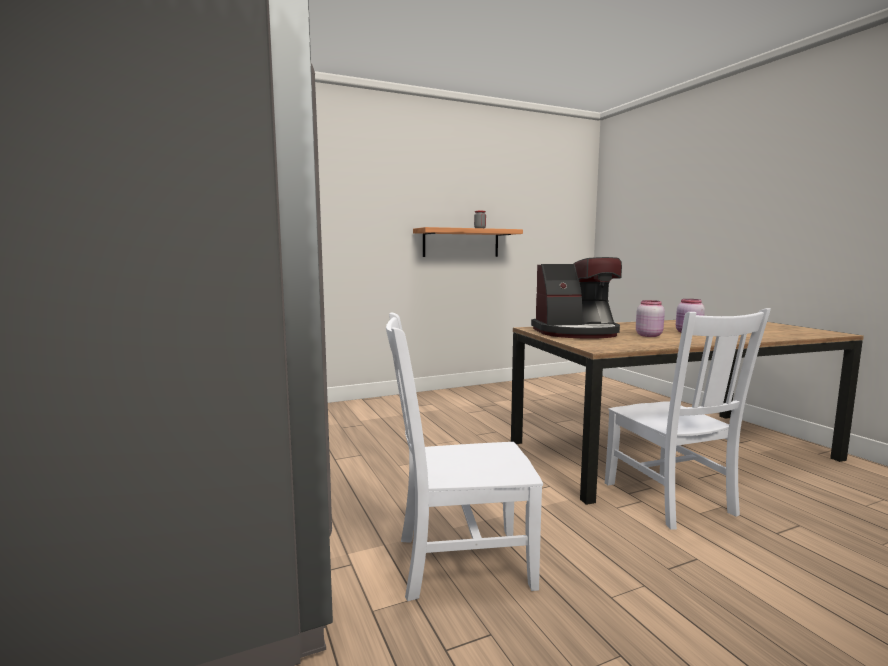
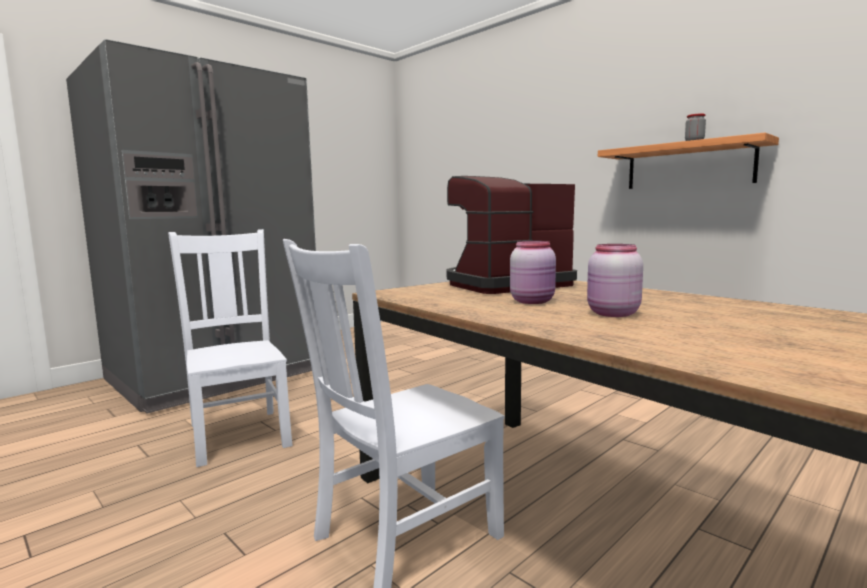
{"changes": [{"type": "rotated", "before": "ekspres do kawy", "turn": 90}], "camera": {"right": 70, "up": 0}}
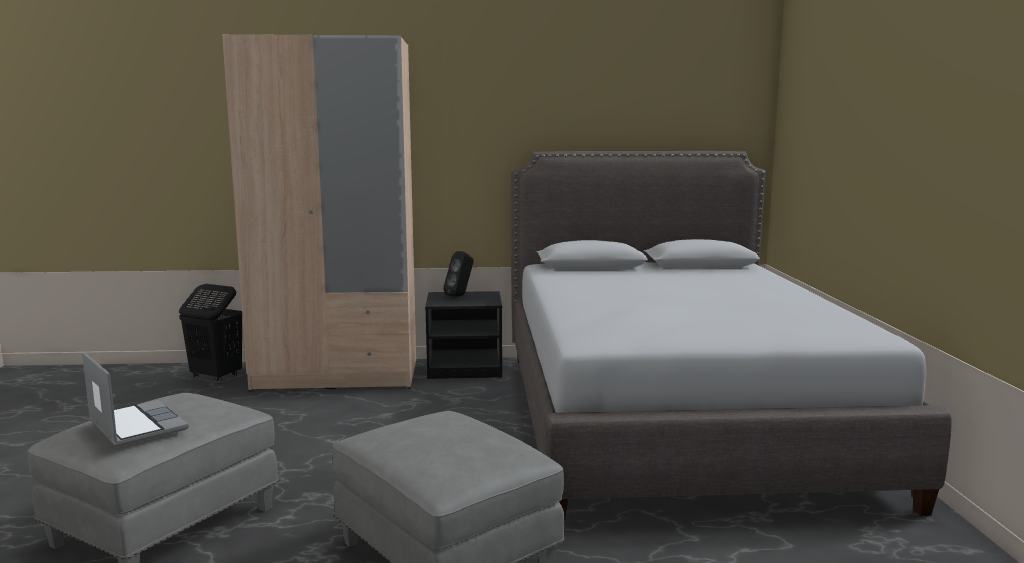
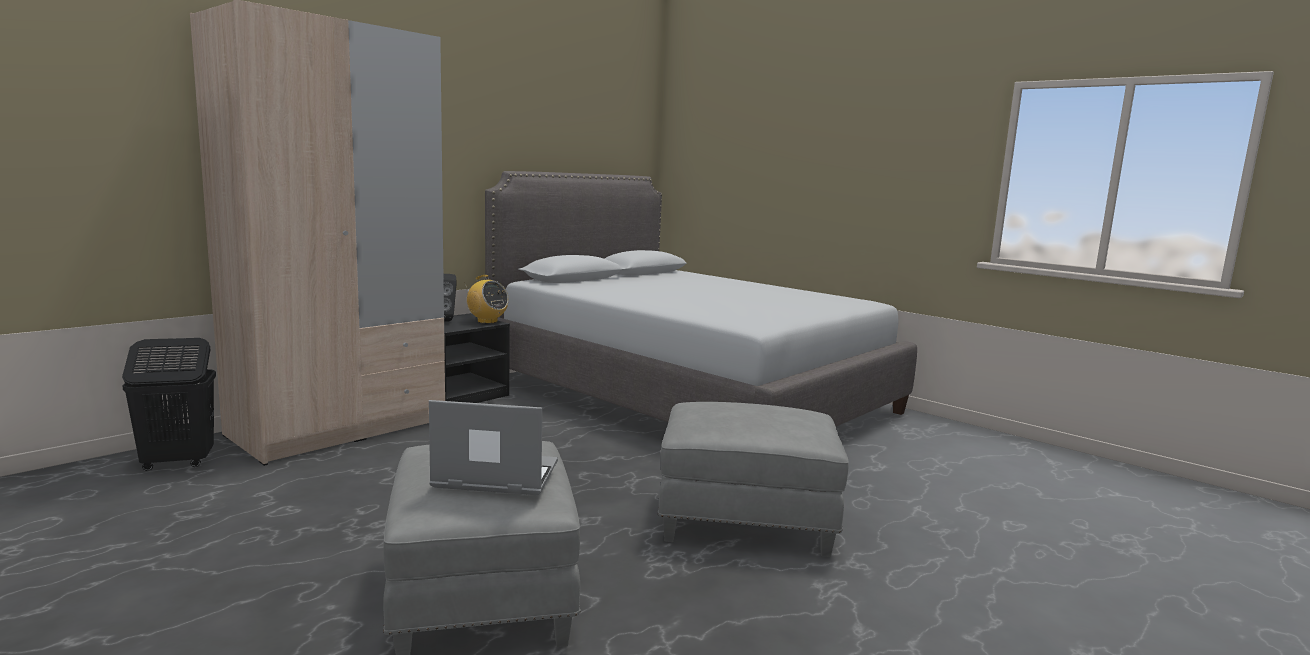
{"changes": [{"type": "new", "after": "radio"}], "camera": {"right": -45, "up": 0}}
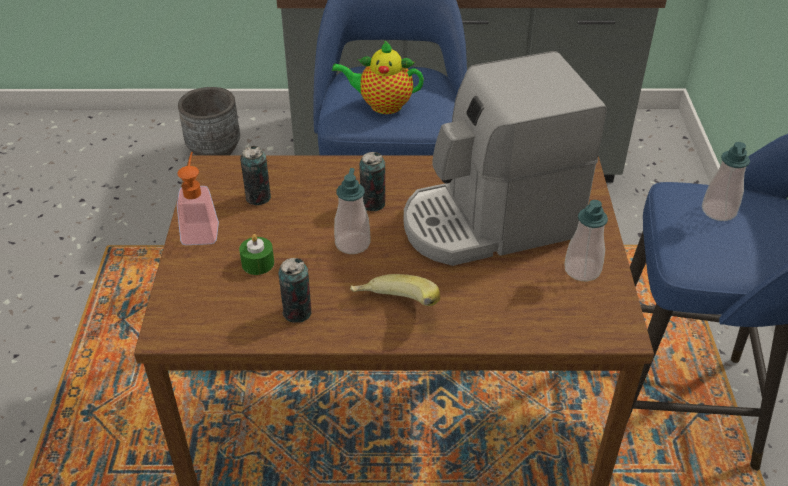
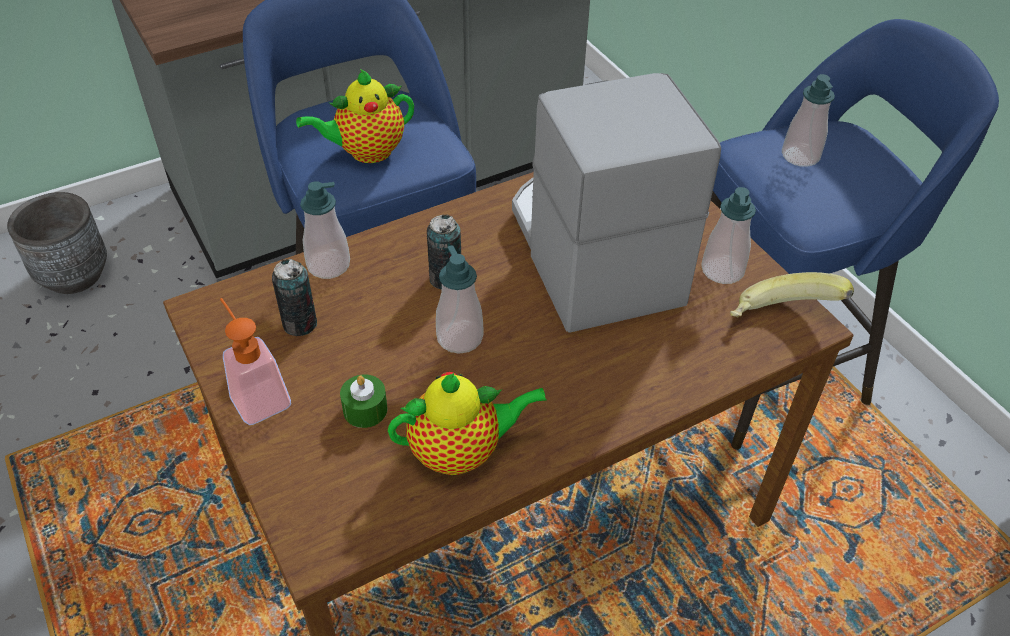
{"changes": [{"type": "swapped", "before": "puszka (no. 2 from left)", "after": "imbryk (no. 2 from left)"}, {"type": "shifted", "before": "banan"}, {"type": "rotated", "before": "ekspres do kawy", "turn": 120}, {"type": "new", "after": "dozownik mydła (no. 2 from left)"}], "camera": {"right": -30, "up": 5}}
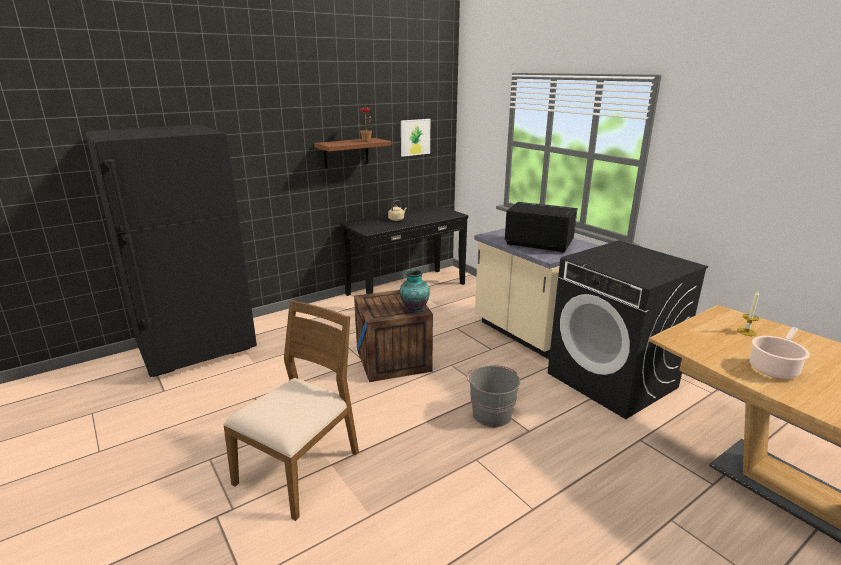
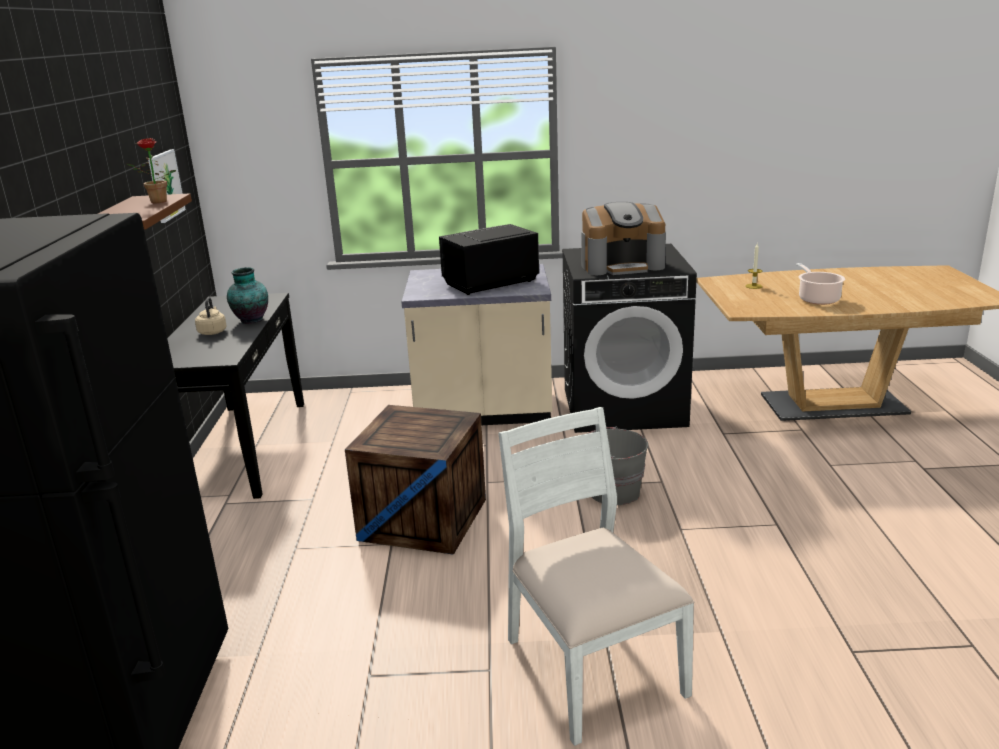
{"changes": [{"type": "repainted", "before": "krzesło/brązowy", "after": "krzesło/biały"}, {"type": "shifted", "before": "wazon"}, {"type": "new", "after": "ekspres do kawy"}], "camera": {"right": -55, "up": 0}}
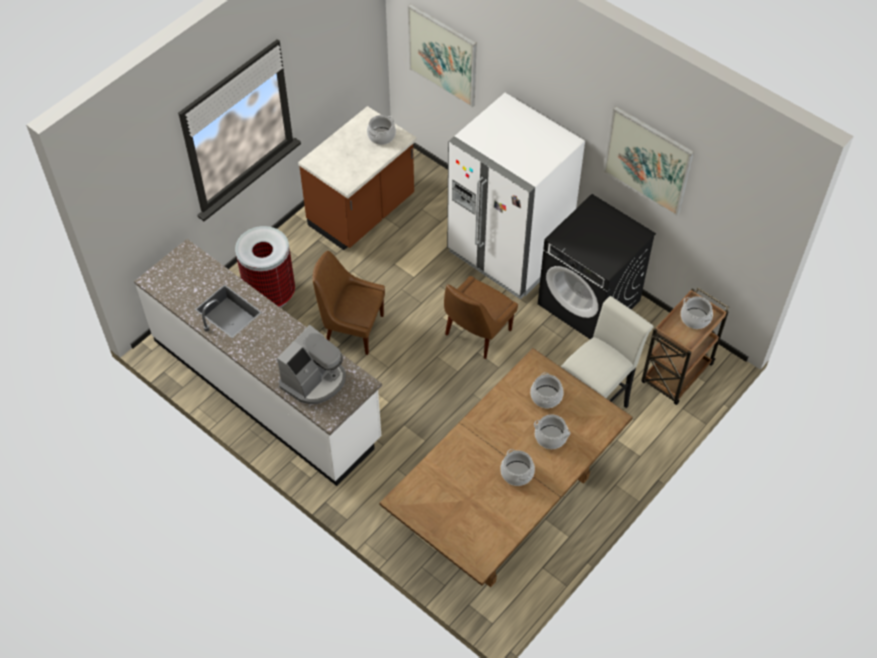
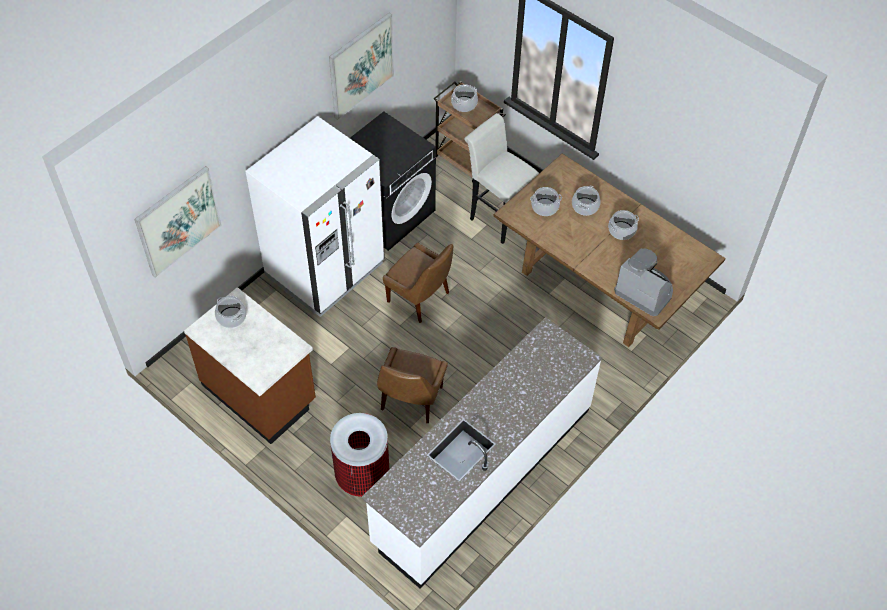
{"changes": [{"type": "shifted", "before": "ekspres do kawy"}], "camera": {"right": -90, "up": 0}}
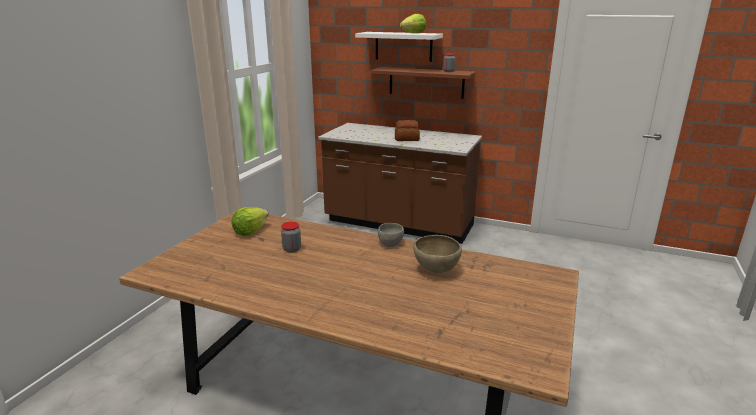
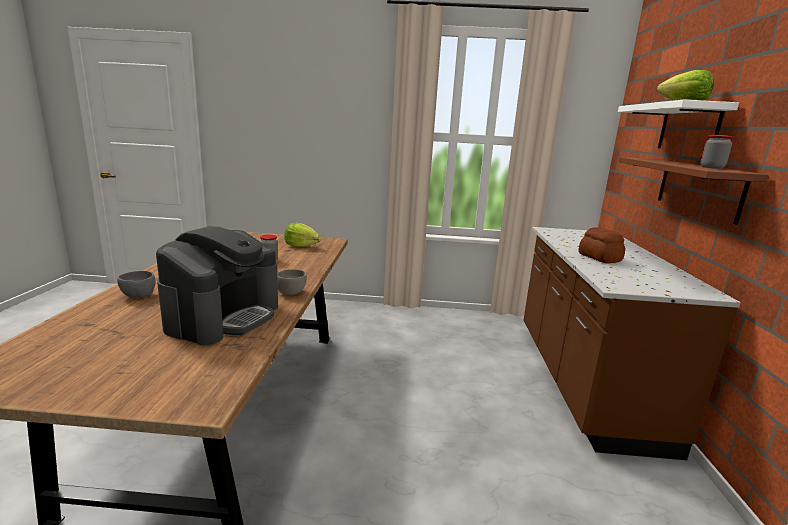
{"changes": [{"type": "swapped", "before": "miska/brązowy", "after": "ekspres do kawy"}, {"type": "new", "after": "miska/szary (no. 1 from left)"}], "camera": {"right": 70, "up": -5}}
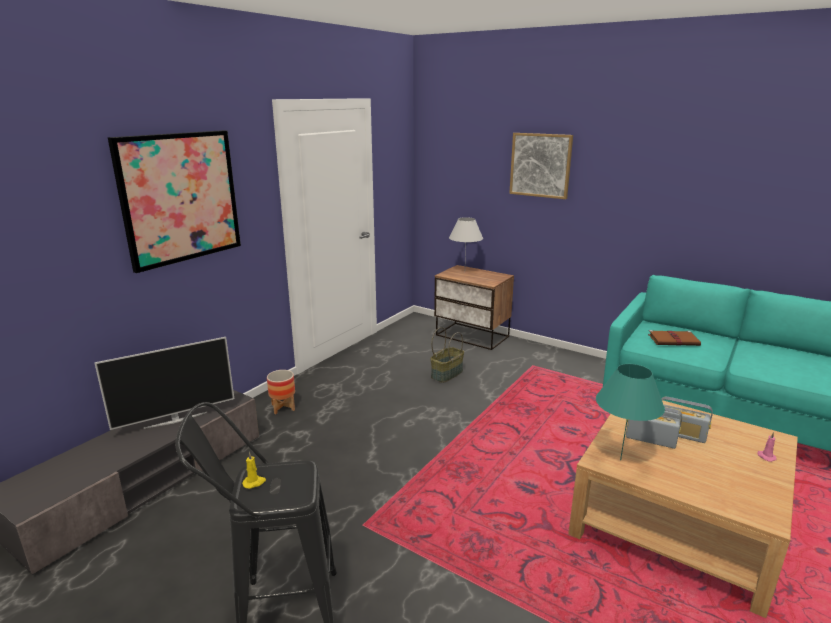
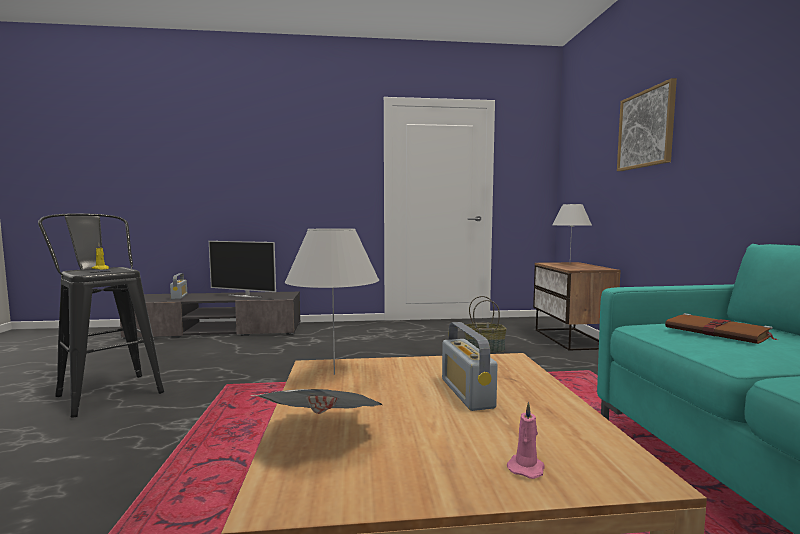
{"changes": [{"type": "gone", "before": "obraz (no. 1 from left)"}, {"type": "gone", "before": "donica"}, {"type": "repainted", "before": "lampa stołowa/turkusowy", "after": "lampa stołowa/biały (no. 1 from left)"}, {"type": "shifted", "before": "radio (no. 1 from left)"}, {"type": "new", "after": "gazeta"}], "camera": {"right": 50, "up": -15}}
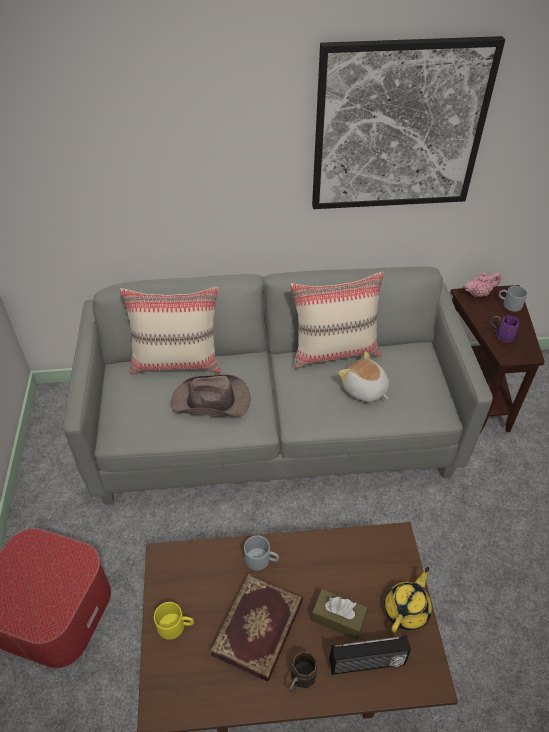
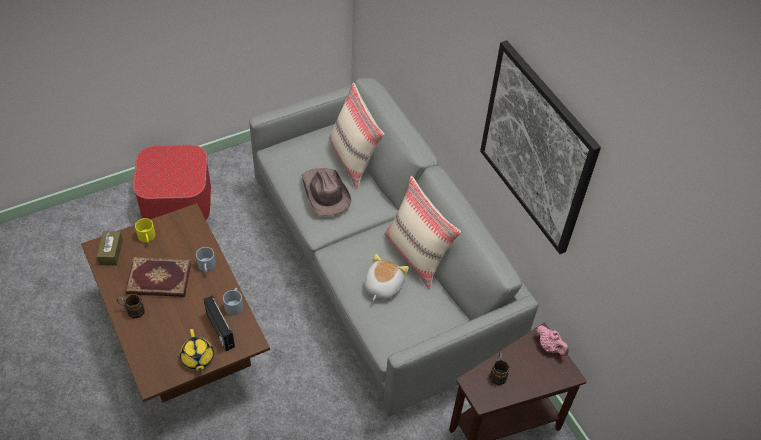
{"changes": [{"type": "shifted", "before": "pudełko chusteczek/brązowy"}, {"type": "shifted", "before": "radio"}, {"type": "rotated", "before": "imbryk/żółty", "turn": 60}, {"type": "repainted", "before": "kubek/fioletowy", "after": "kubek/brązowy (no. 2 from left)"}, {"type": "shifted", "before": "kubek/szary (no. 2 from left)"}], "camera": {"right": 65, "up": 5}}
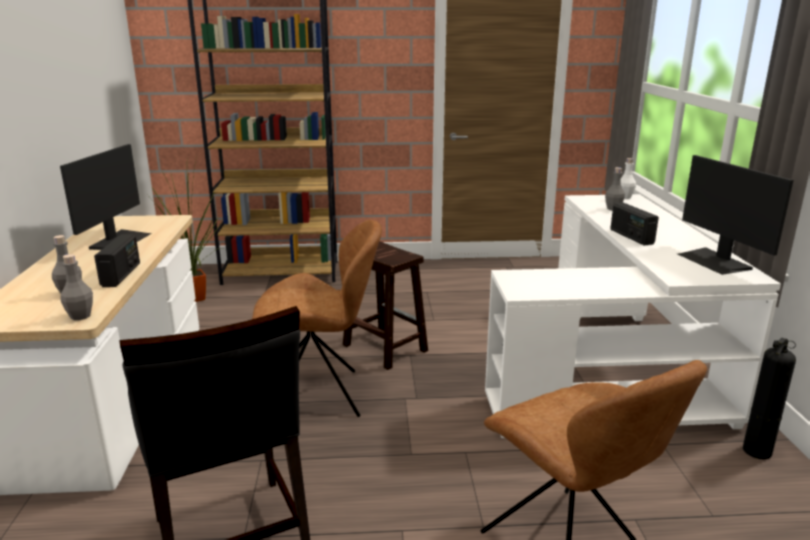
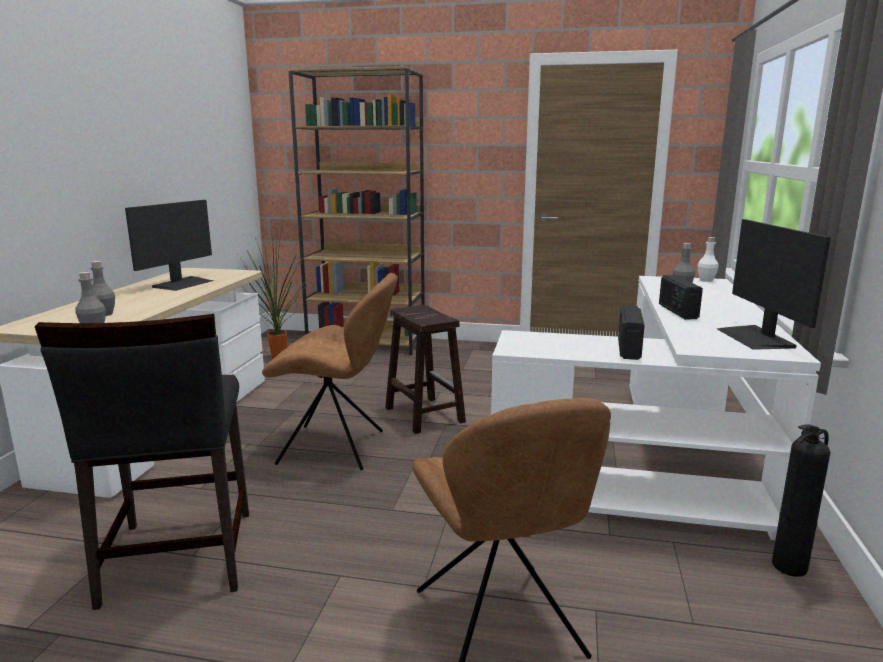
{"changes": [{"type": "shifted", "before": "radio (no. 1 from left)"}], "camera": {"right": 15, "up": -5}}
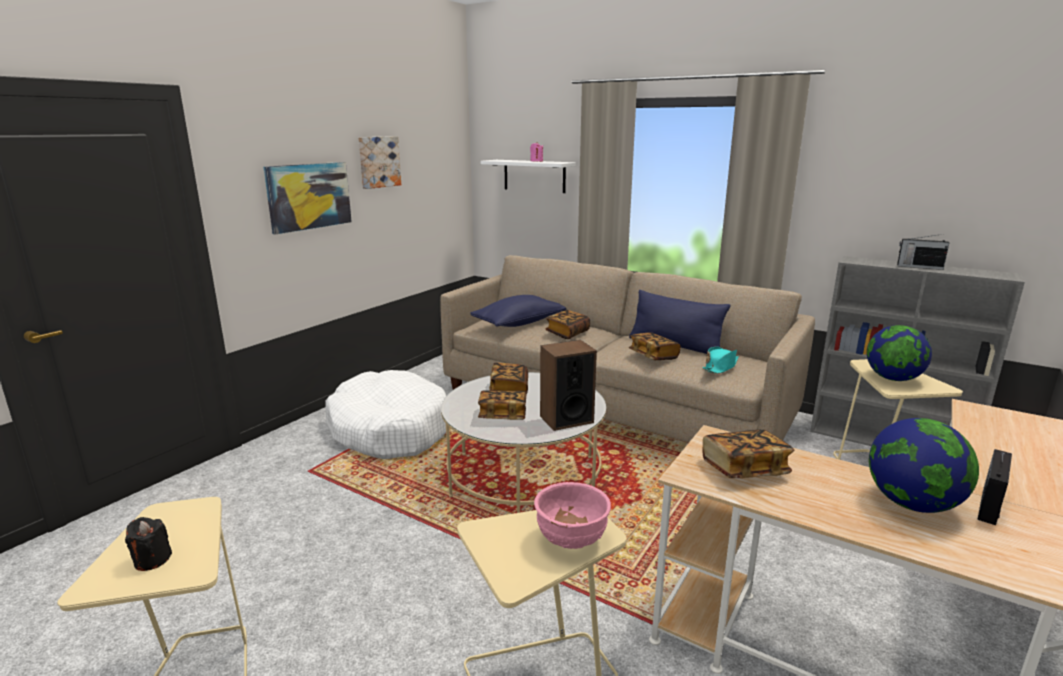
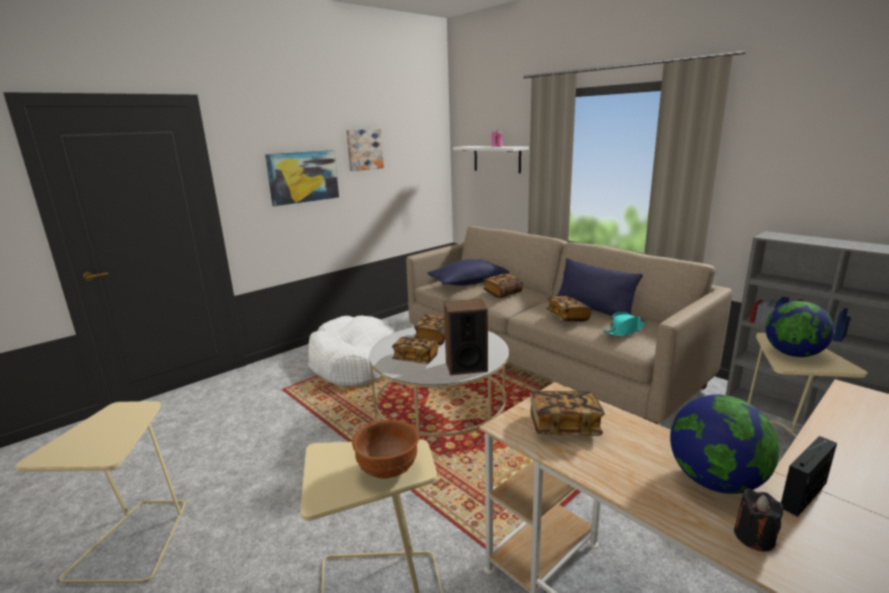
{"changes": [{"type": "shifted", "before": "świeca/czarny"}, {"type": "repainted", "before": "miska/różowy", "after": "miska/brązowy"}, {"type": "gone", "before": "radio (no. 1 from left)"}], "camera": {"right": 15, "up": 0}}
